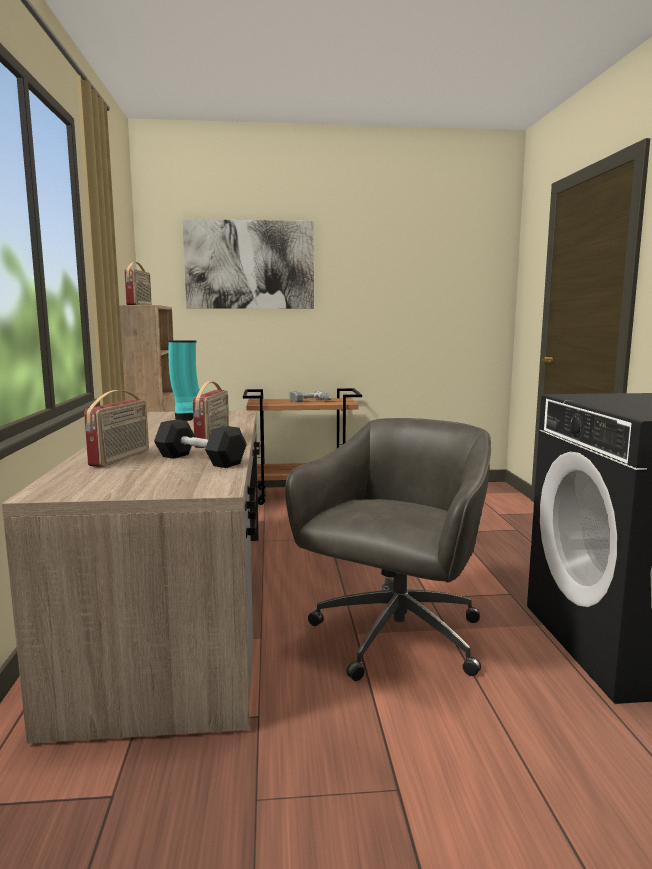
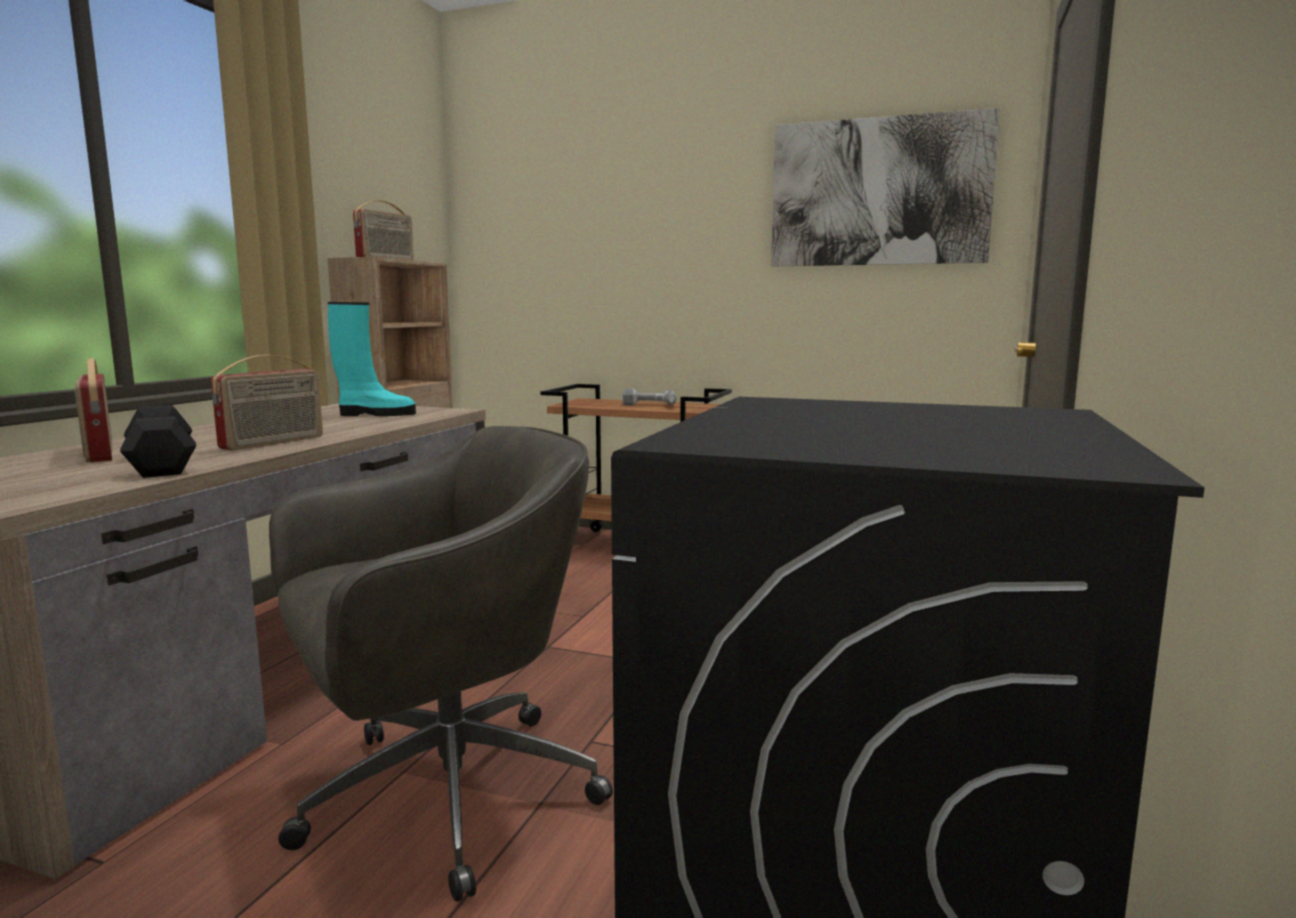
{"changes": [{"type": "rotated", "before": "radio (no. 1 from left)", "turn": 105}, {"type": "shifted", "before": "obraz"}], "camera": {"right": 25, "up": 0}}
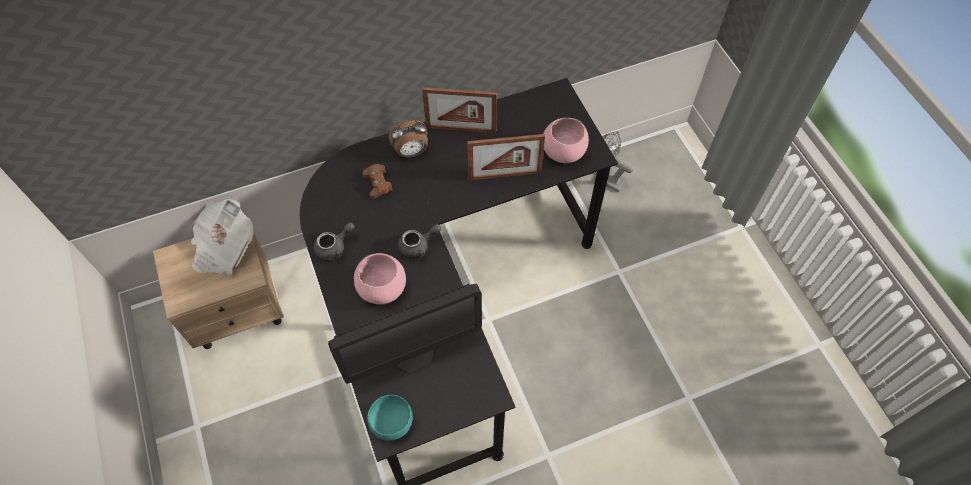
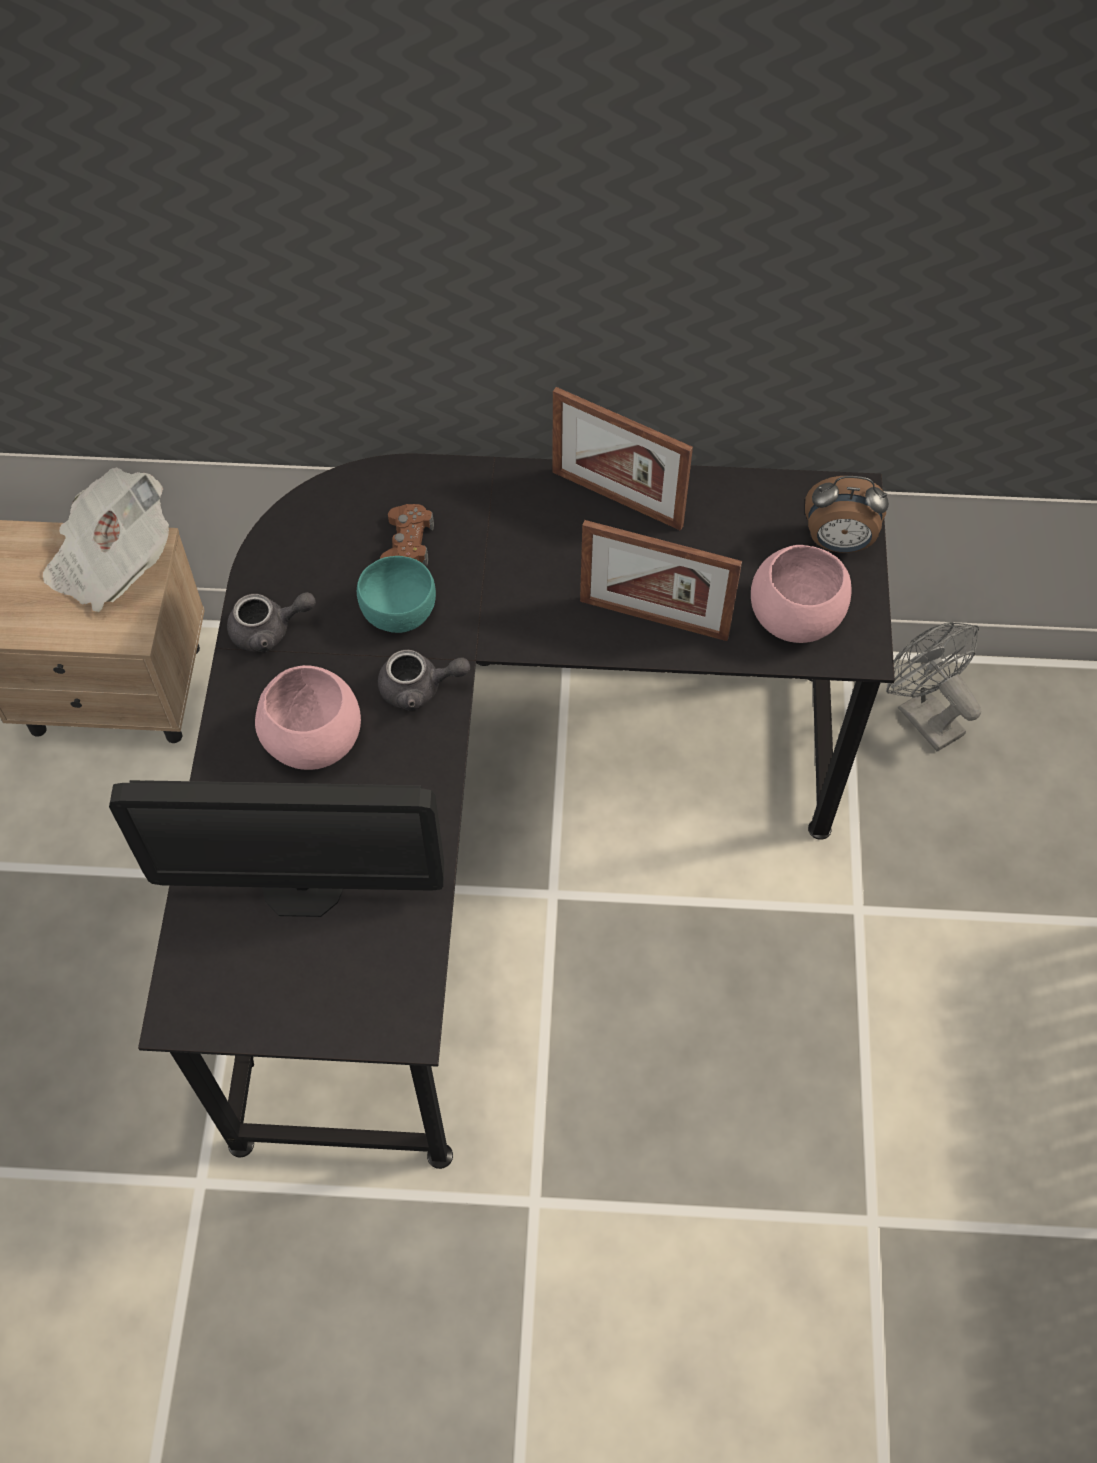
{"changes": [{"type": "shifted", "before": "miska/turkusowy"}, {"type": "shifted", "before": "budzik"}], "camera": {"right": 25, "up": 0}}
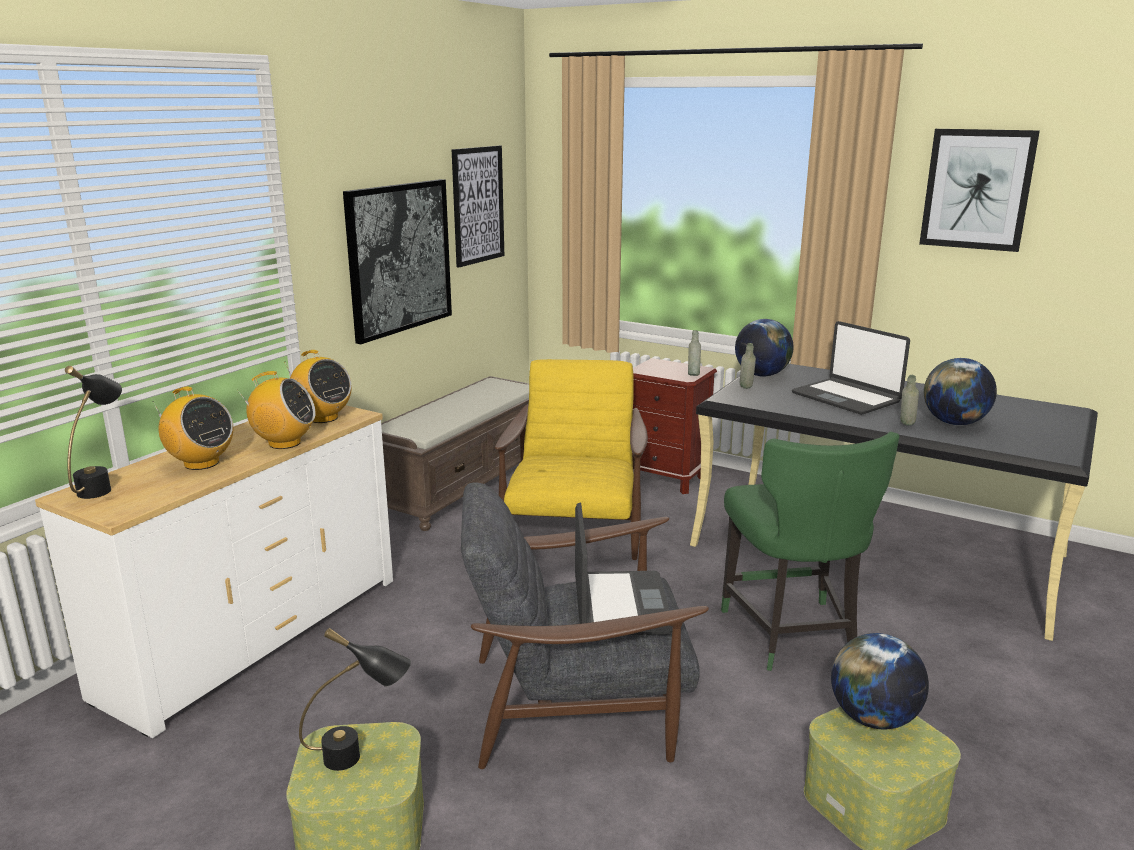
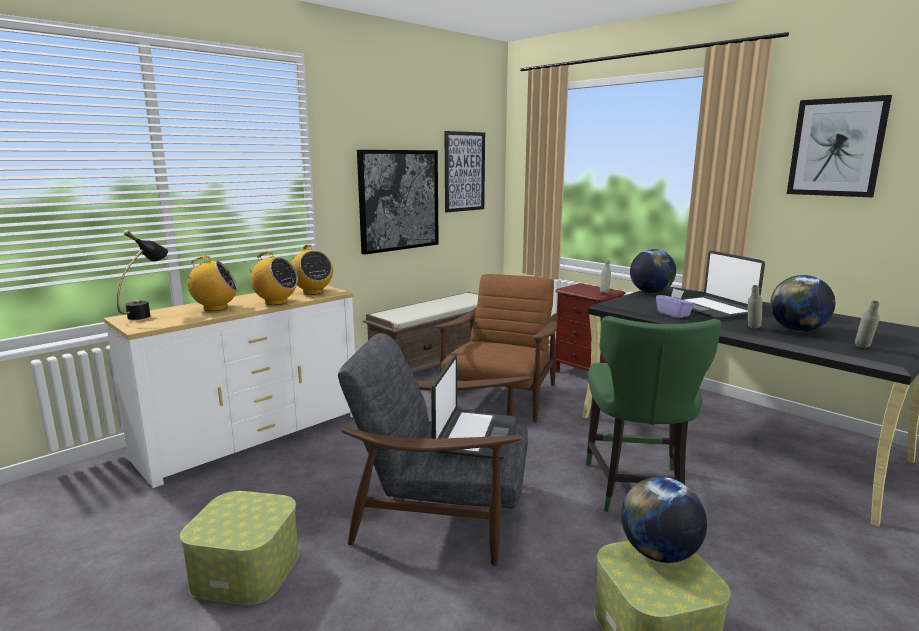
{"changes": [{"type": "rotated", "before": "radio (no. 1 from left)", "turn": -60}, {"type": "gone", "before": "lampa stołowa/czarny (no. 2 from left)"}, {"type": "repainted", "before": "fotel/żółty", "after": "fotel/brązowy"}, {"type": "shifted", "before": "butelka/szary (no. 2 from left in the first image)", "after": "butelka/szary (no. 3 from left)"}, {"type": "new", "after": "pudełko chusteczek/fioletowy"}], "camera": {"right": 15, "up": -5}}
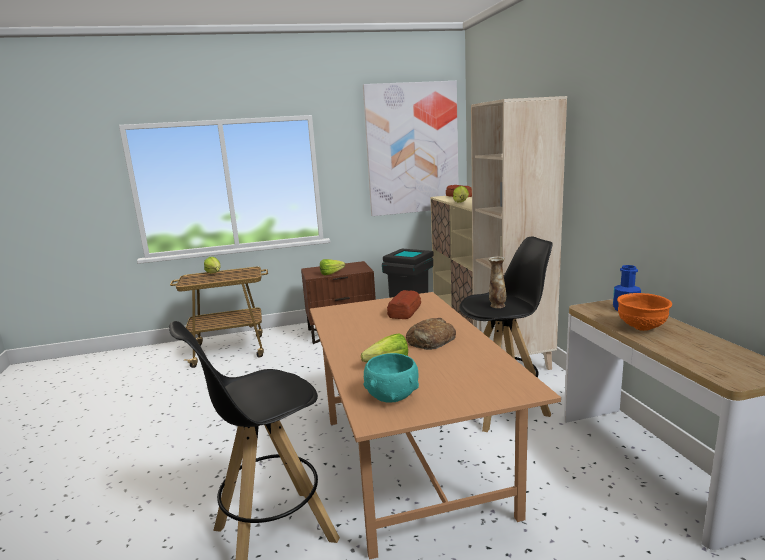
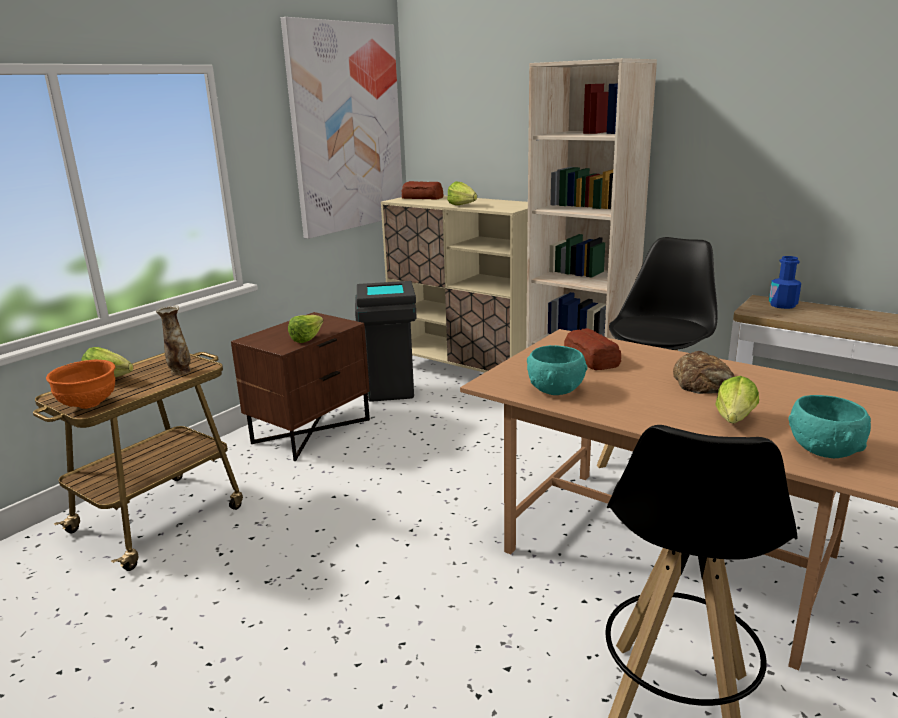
{"changes": [{"type": "shifted", "before": "wazon"}, {"type": "shifted", "before": "miska/pomarańczowy"}, {"type": "new", "after": "miska/turkusowy (no. 1 from left)"}], "camera": {"right": -40, "up": 5}}
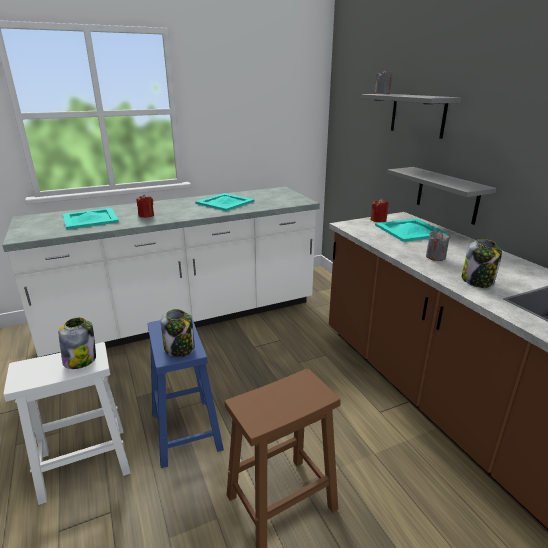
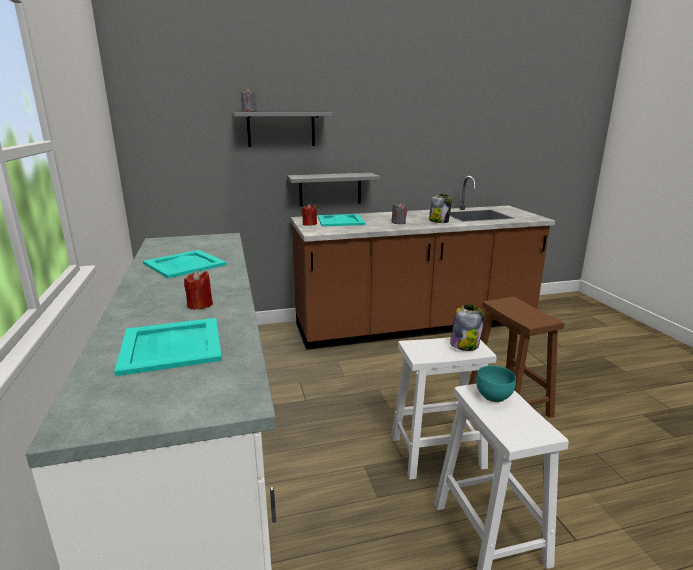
{"changes": [{"type": "swapped", "before": "słoik (no. 1 from left)", "after": "miska/turkusowy"}, {"type": "repainted", "before": "stołek/niebieski", "after": "stołek/biały (no. 1 from left)"}], "camera": {"right": -80, "up": -5}}
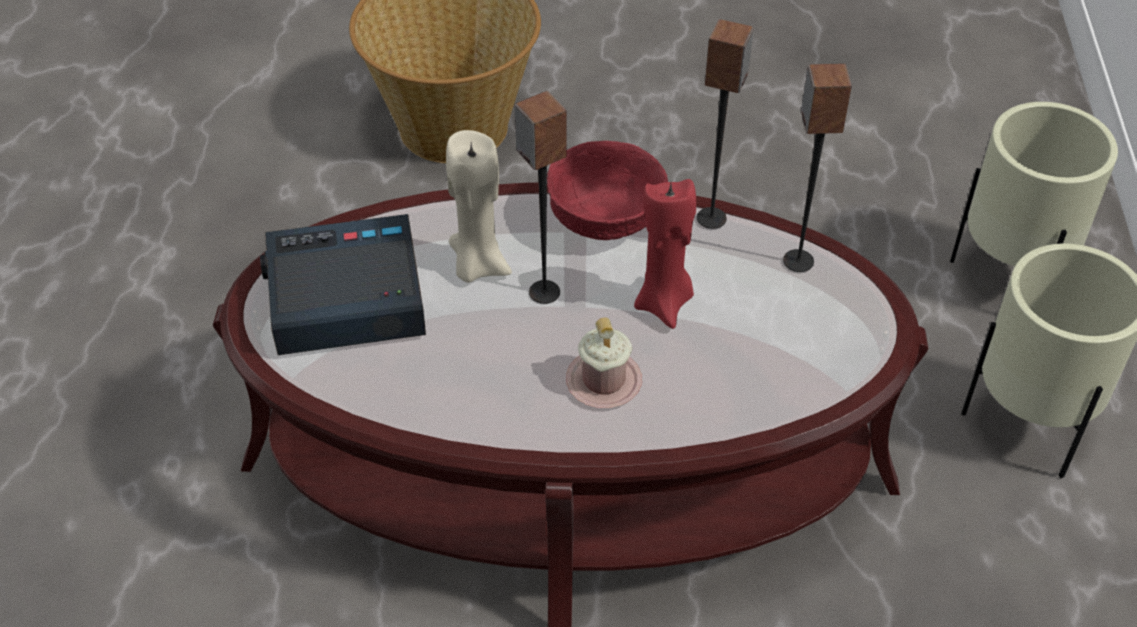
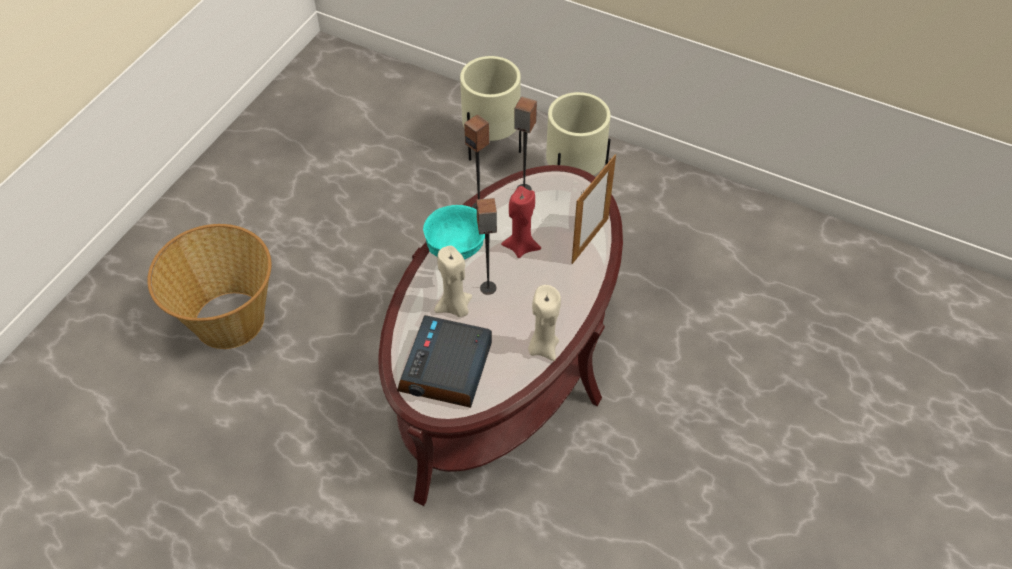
{"changes": [{"type": "repainted", "before": "miska/czerwony", "after": "miska/turkusowy"}, {"type": "gone", "before": "kubek/różowy"}, {"type": "new", "after": "świeca/beżowy (no. 2 from left)"}, {"type": "new", "after": "ramka na zdjęcie"}], "camera": {"right": -65, "up": 5}}
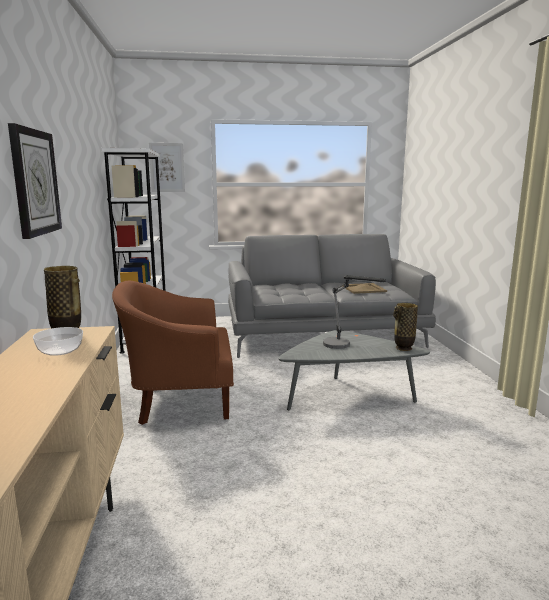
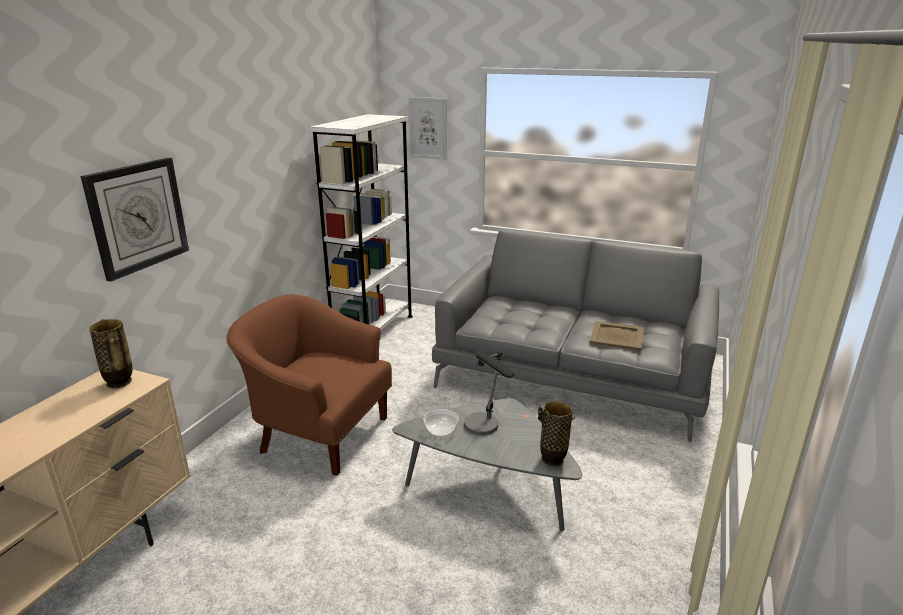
{"changes": [{"type": "shifted", "before": "miska"}], "camera": {"right": 30, "up": 10}}
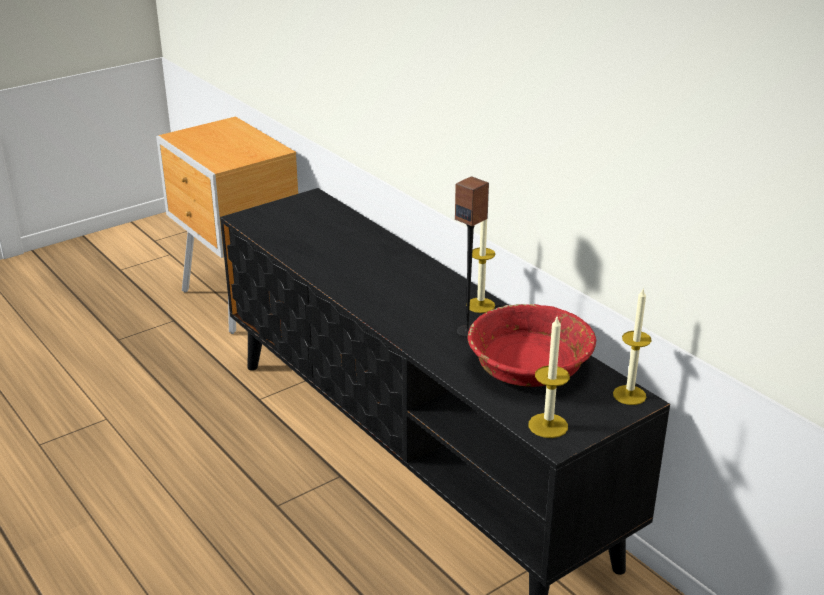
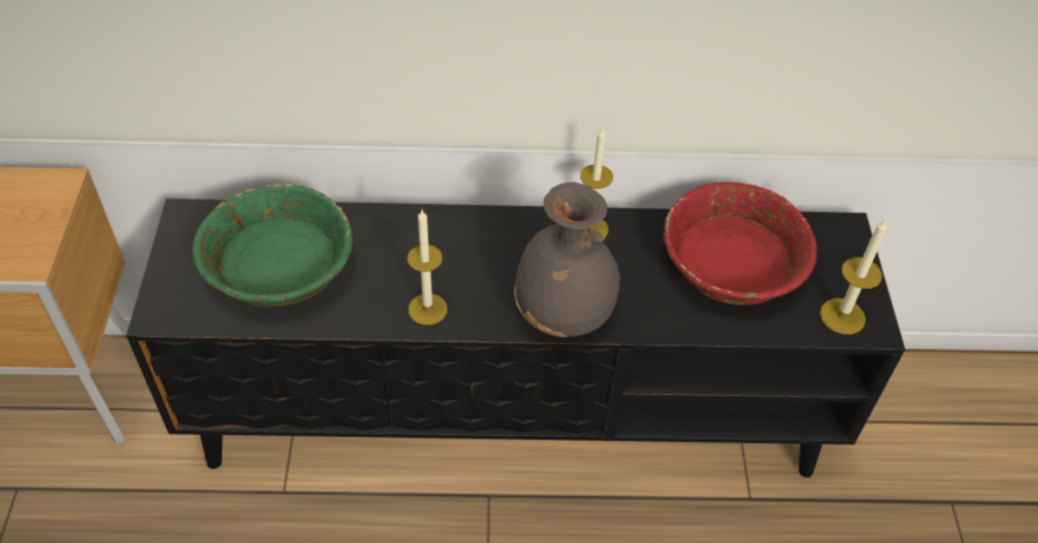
{"changes": [{"type": "gone", "before": "głośnik"}, {"type": "shifted", "before": "świeca (no. 3 from left in the first image)", "after": "świeca (no. 1 from left)"}, {"type": "new", "after": "miska/zielony"}, {"type": "new", "after": "wazon/szary"}], "camera": {"right": -55, "up": 20}}
